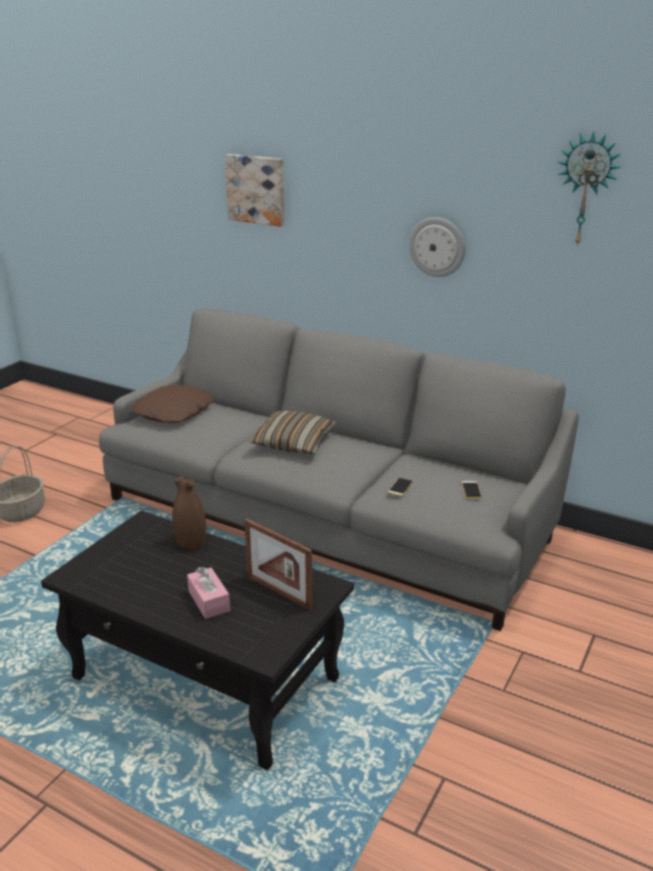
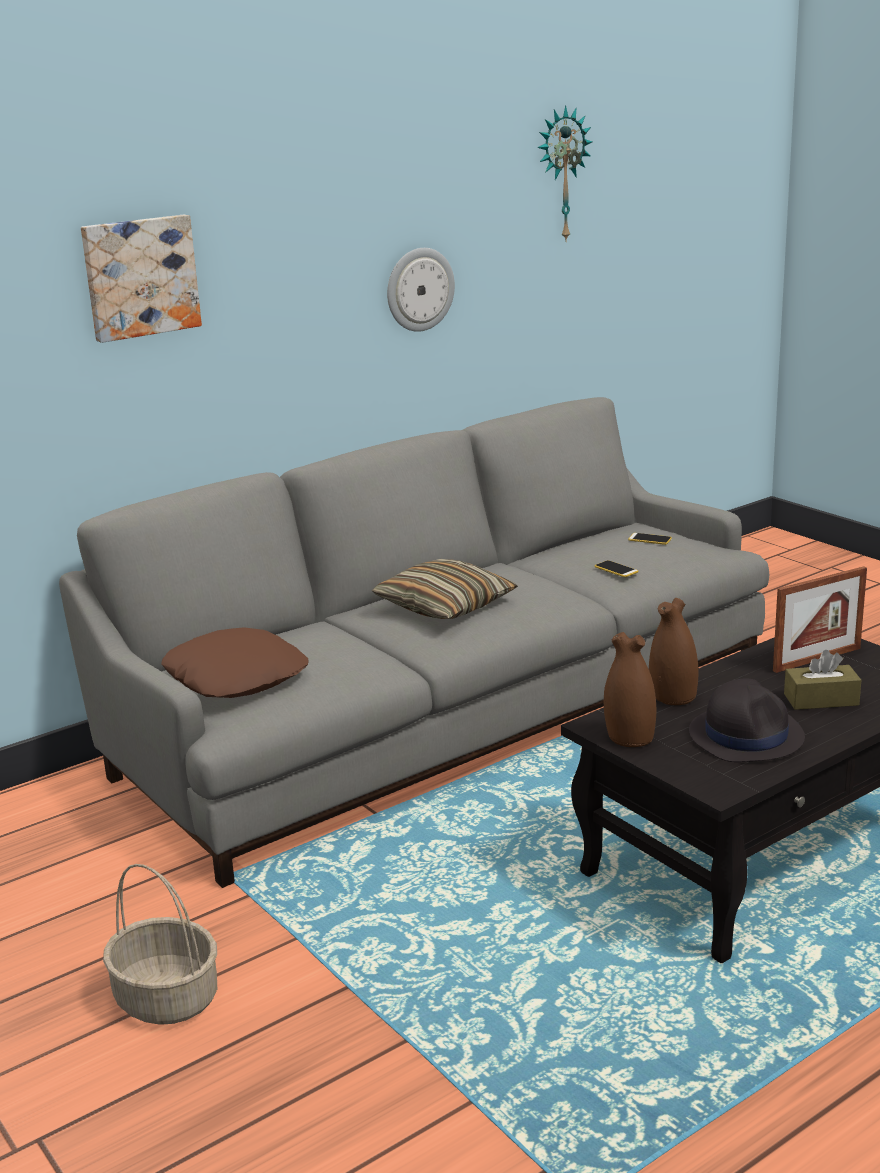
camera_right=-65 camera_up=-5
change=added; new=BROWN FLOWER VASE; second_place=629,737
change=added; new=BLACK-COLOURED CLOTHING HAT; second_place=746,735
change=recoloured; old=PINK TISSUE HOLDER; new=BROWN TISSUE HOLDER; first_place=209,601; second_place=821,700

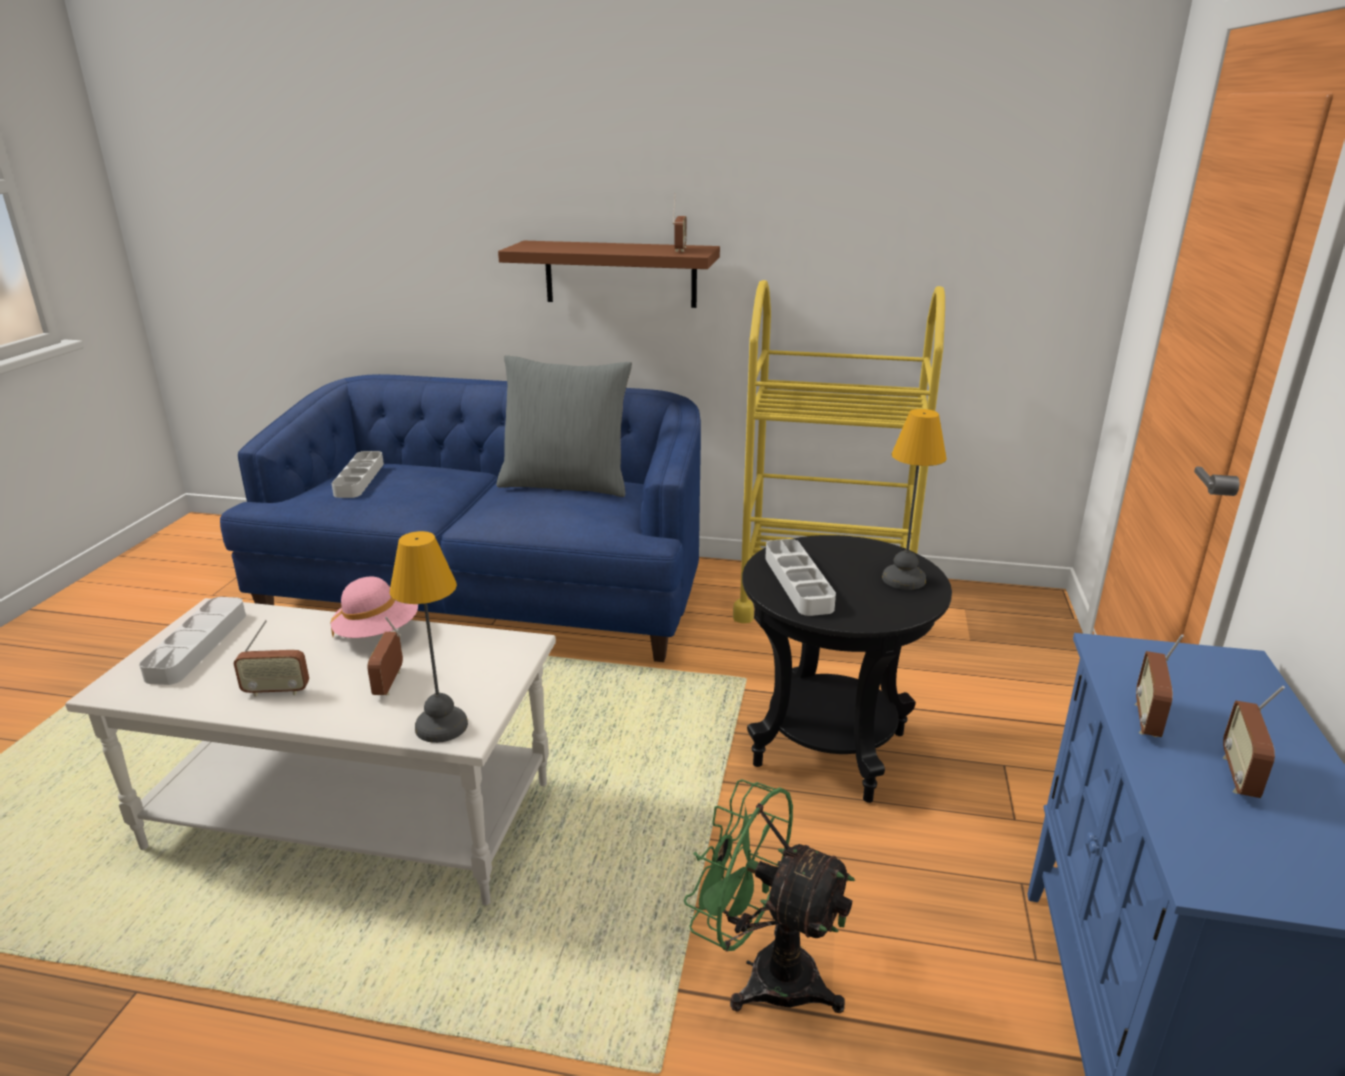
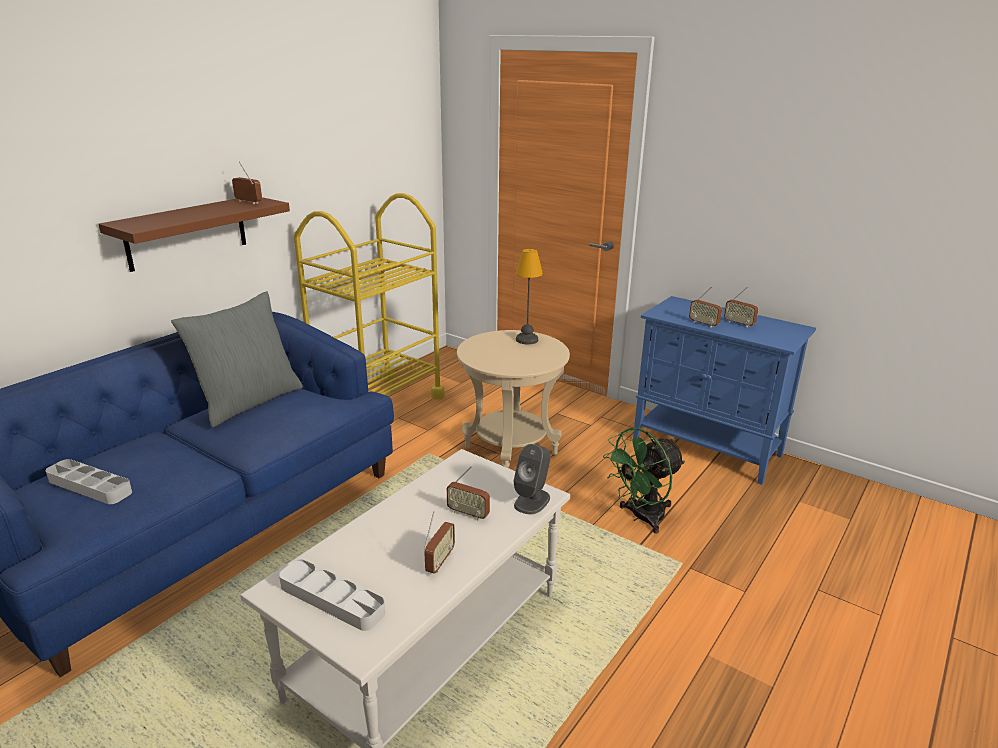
camera_right=-65 camera_up=0
change=recoloured; old=BLACK-COLOURED END TABLE; new=BEIGE-COLOURED END TABLE; first_place=830,750; second_place=511,450
change=replaced; old=TABLETOP LAMP; new=GREYISH SPEAKER; first_place=443,726; second_place=532,501
change=removed; old=PINK CLOTHING HAT; first_place=378,632
change=removed; old=GREYISH SERVING TRAY; first_place=798,582

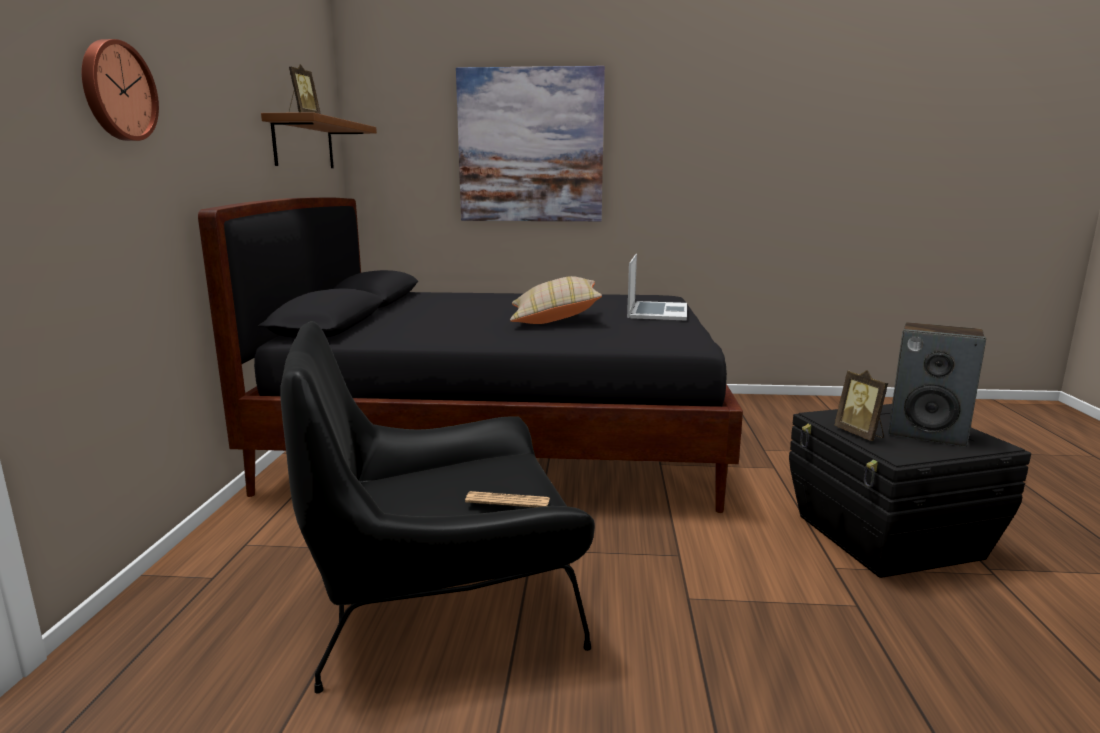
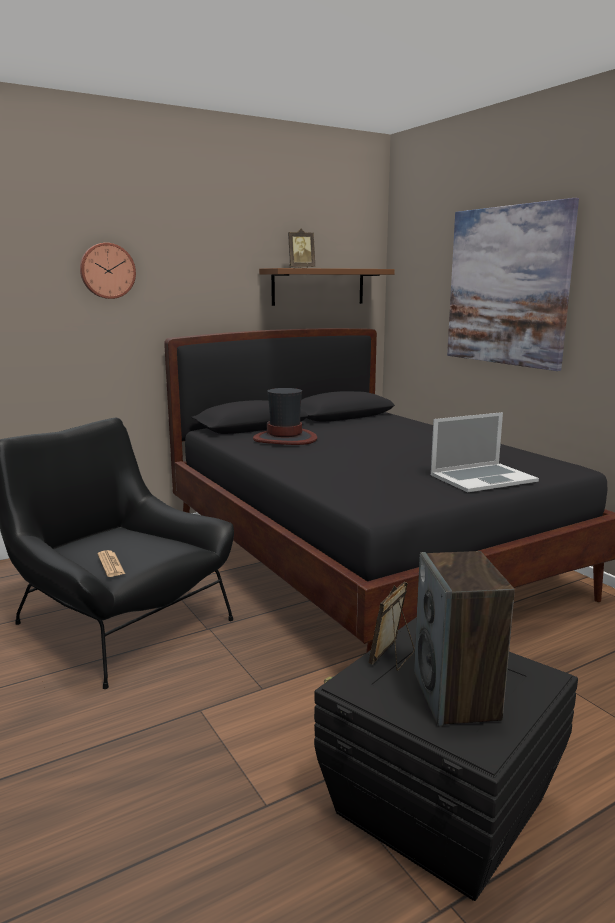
camera_right=55 camera_up=0
change=added; new=CLOTHING HAT; second_place=285,439
change=removed; old=BEIGE-COLOURED THROW PILLOW; first_place=554,319

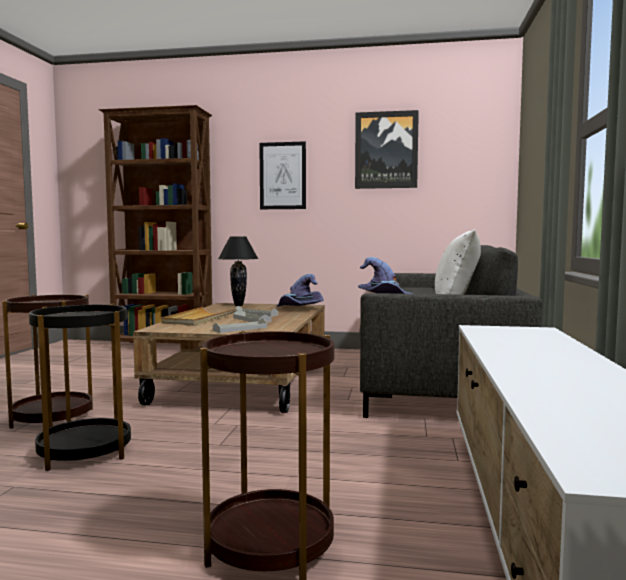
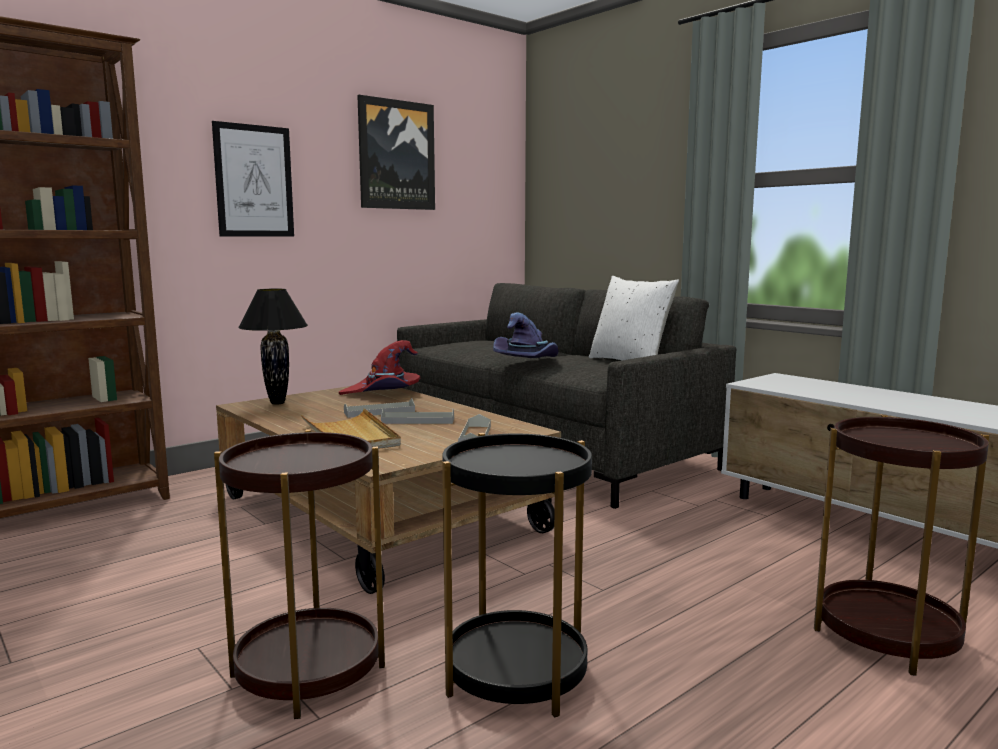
camera_right=-50 camera_up=5
change=recoloured; old=PURPLE-COLOURED CLOTHING HAT; new=RED CLOTHING HAT; first_place=299,309; second_place=384,393

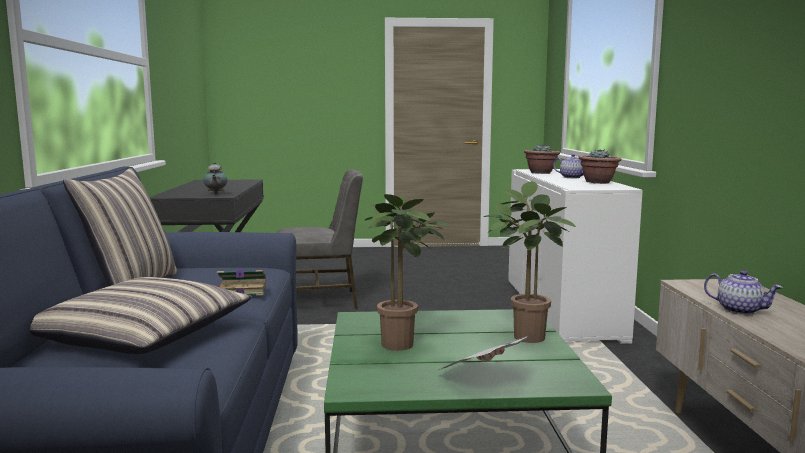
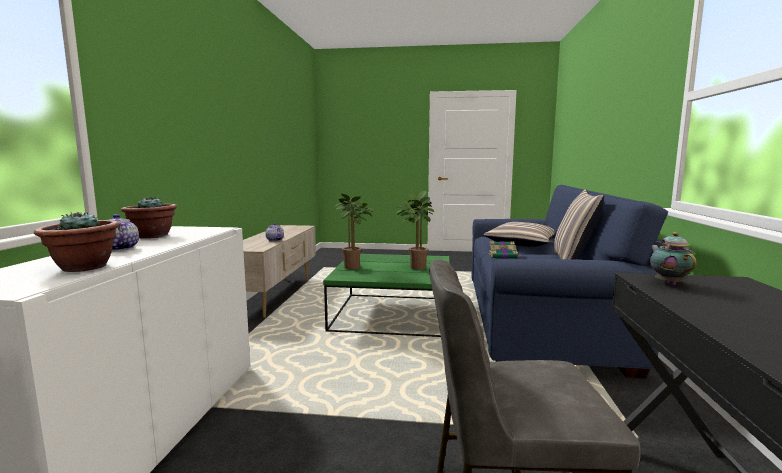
camera_right=-170 camera_up=0
change=removed; old=PRINTED PAPER; first_place=483,377

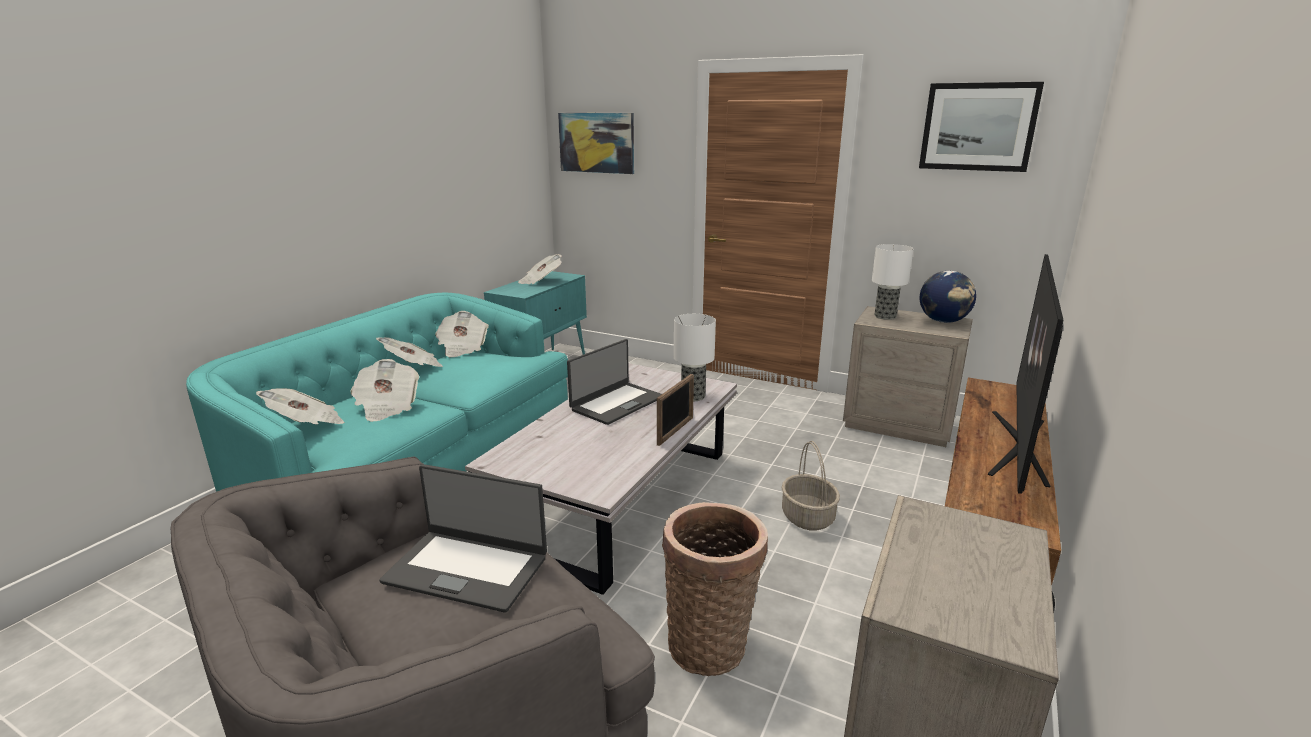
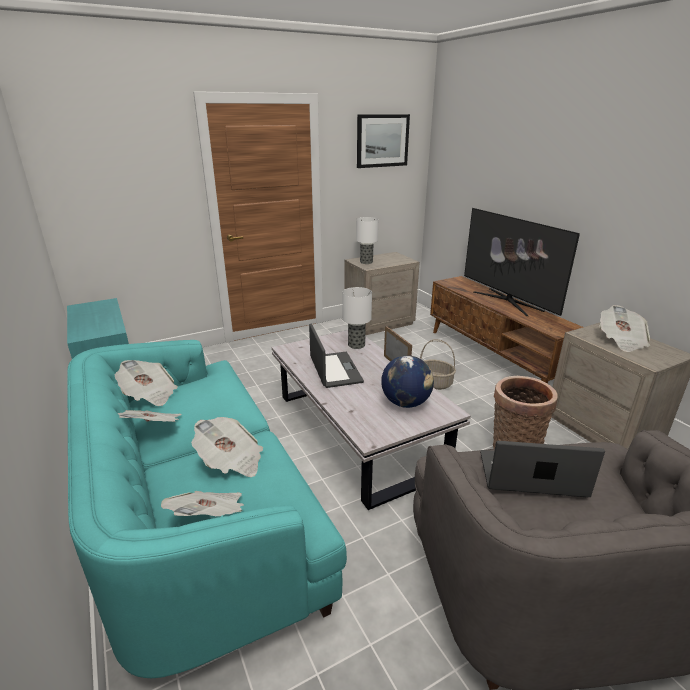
camera_right=-55 camera_up=5
change=moved; old=WORLD GLOBE; first_place=943,321; second_place=406,403
change=turned; old=LAPTOP; first_place=467,568; second_place=531,476; degrees=-135
change=moved; old=PRINTED PAPER; first_place=540,281; second_place=621,341
change=removed; old=WALL PICTURE; first_place=597,142

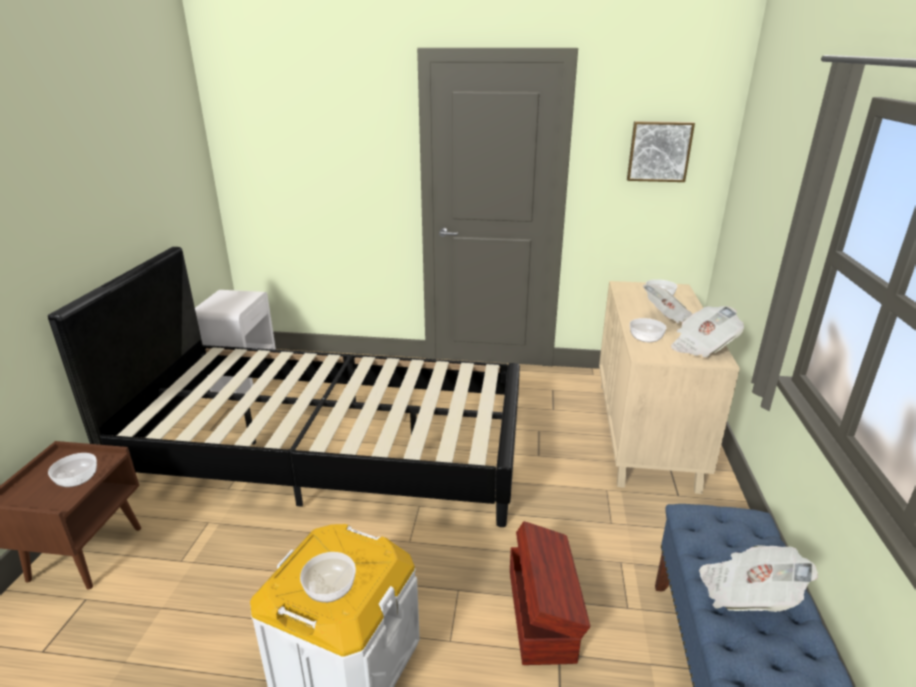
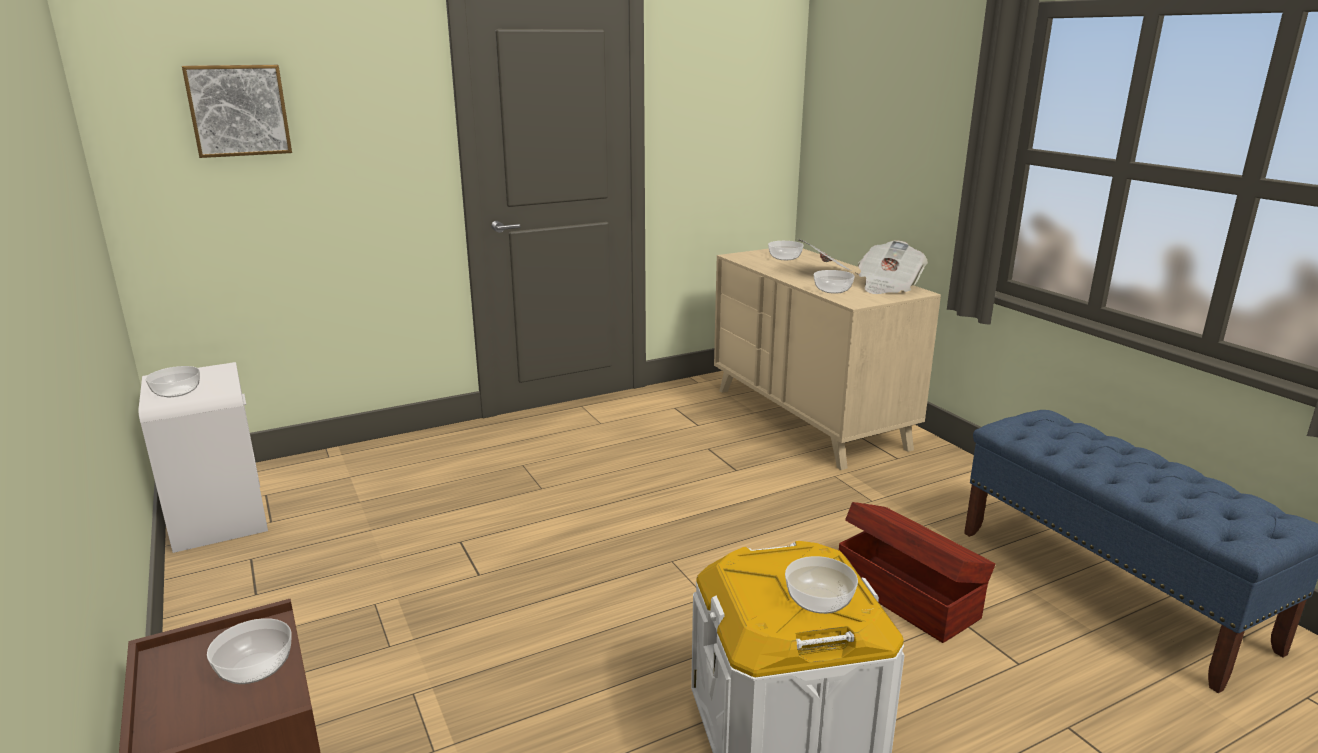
camera_right=-35 camera_up=-5
change=added; new=DEEP DISH; second_place=177,392
change=moved; old=WALL PICTURE; first_place=659,151; second_place=238,110
change=removed; old=BLACK-COLOURED SLEEPING BED; first_place=330,450
change=removed; old=PRINTED PAPER; first_place=747,594

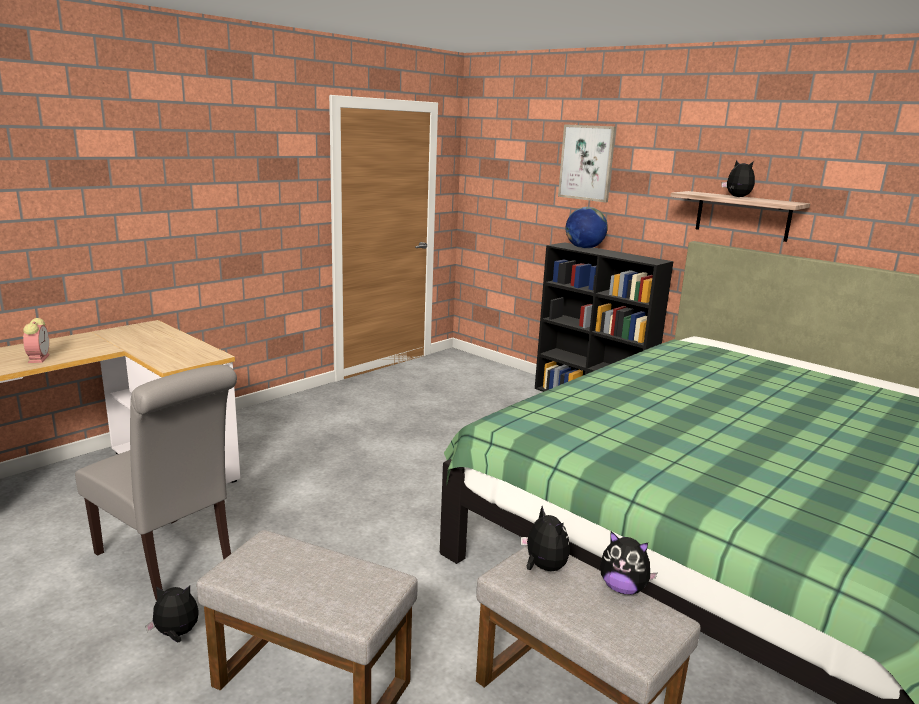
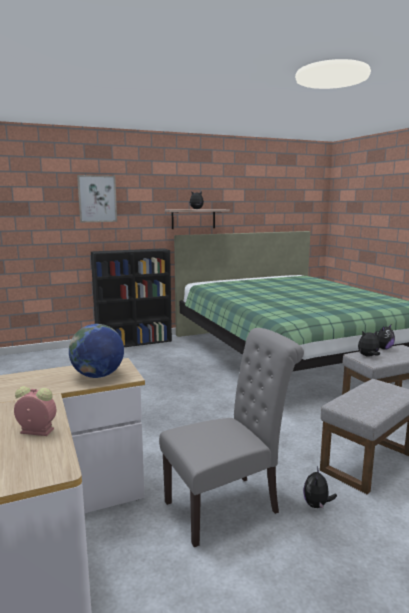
camera_right=-65 camera_up=-5
change=moved; old=WORLD GLOBE; first_place=584,248; second_place=98,375

